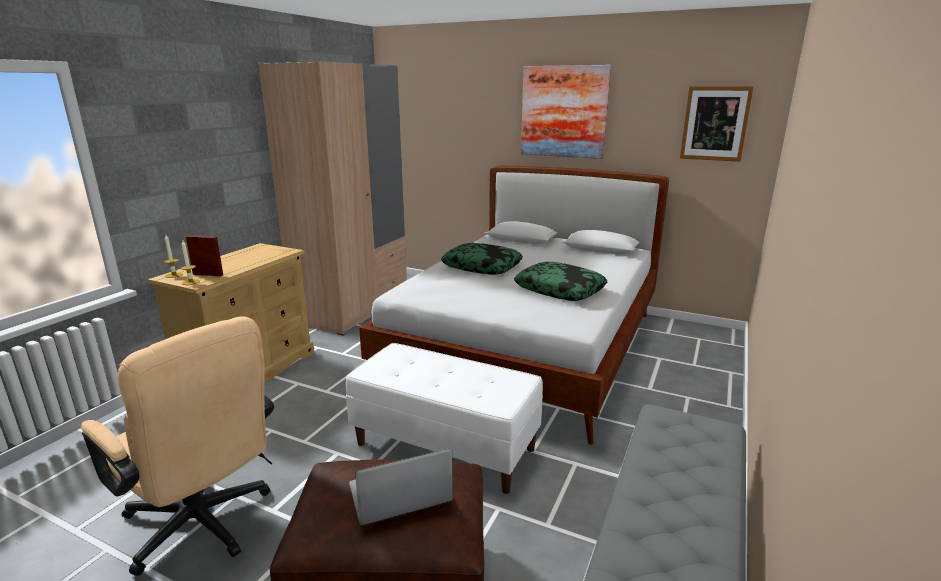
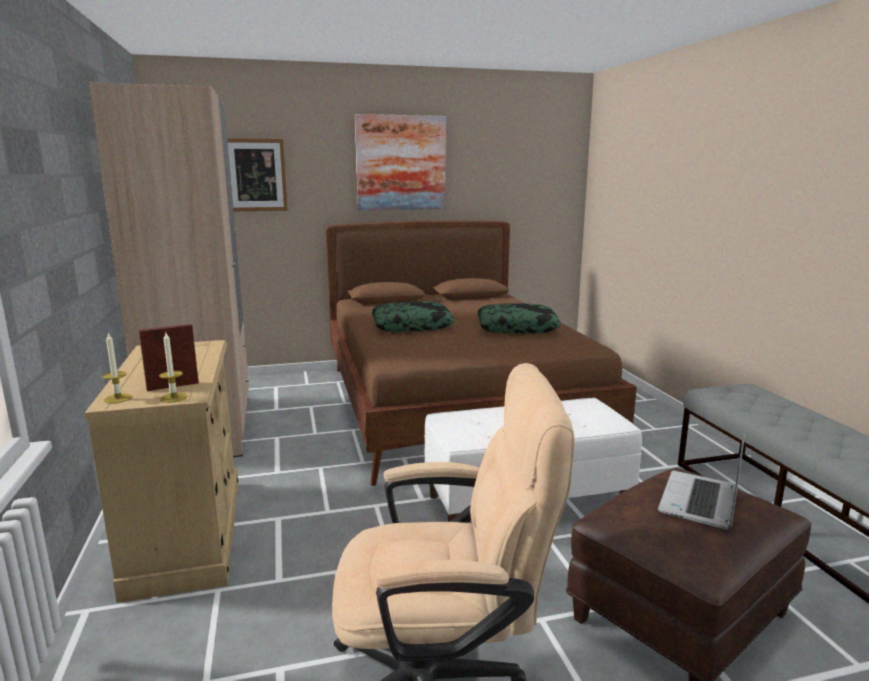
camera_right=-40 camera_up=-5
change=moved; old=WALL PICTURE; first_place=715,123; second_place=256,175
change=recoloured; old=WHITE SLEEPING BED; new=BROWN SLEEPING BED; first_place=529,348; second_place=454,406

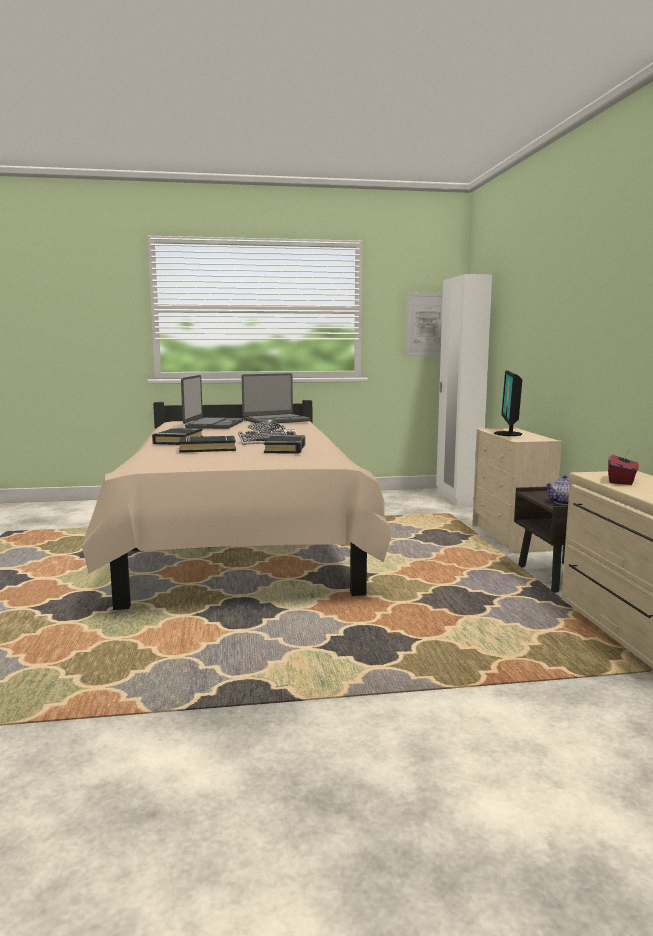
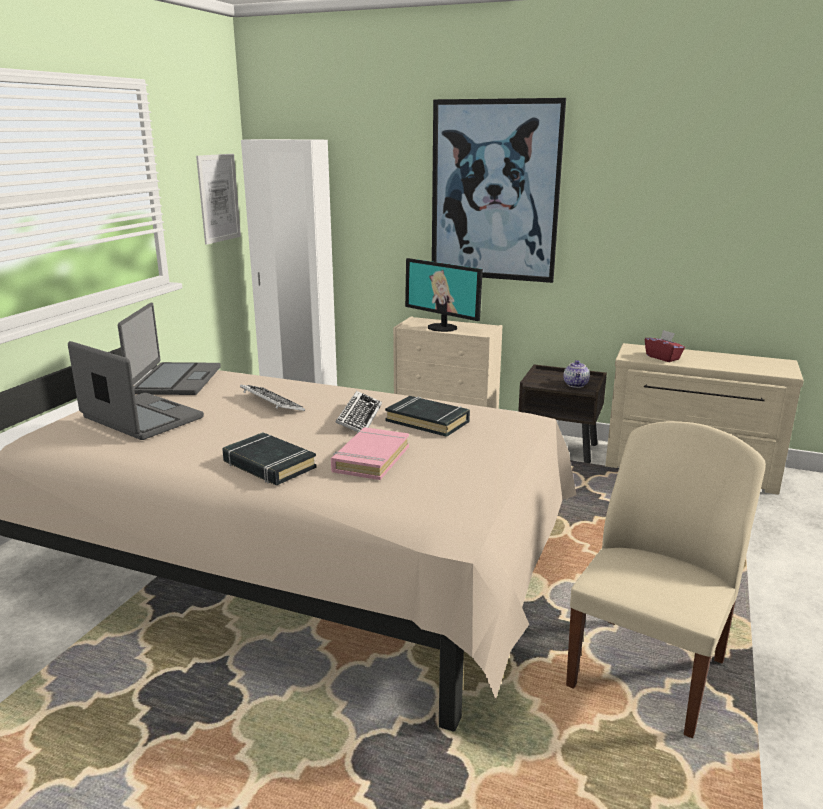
camera_right=-60 camera_up=10
change=recoloured; old=BLACK-COLOURED BOUND BOOK; new=PINK BOUND BOOK; first_place=207,449; second_place=370,459
change=added; new=WALL PICTURE; second_place=494,191
change=added; new=BEIGE-COLOURED CHAIR; second_place=648,670

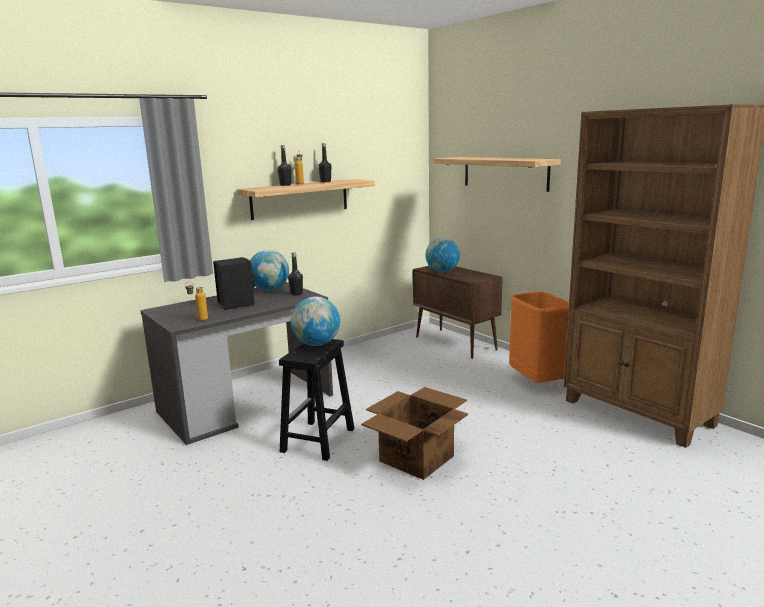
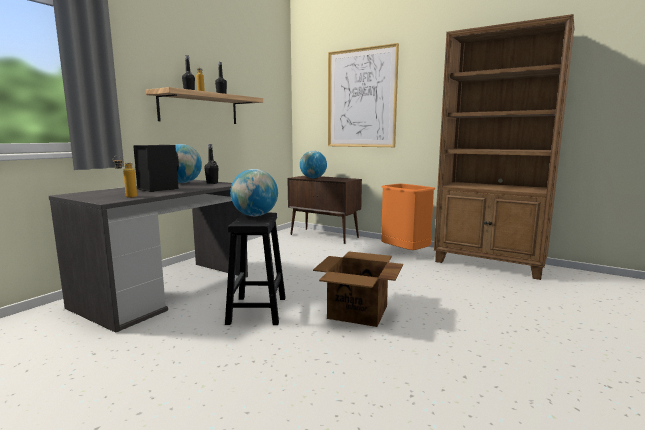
camera_right=-20 camera_up=-5
change=replaced; old=BRACKET SHELF; new=WALL PICTURE; first_place=505,173; second_place=361,98

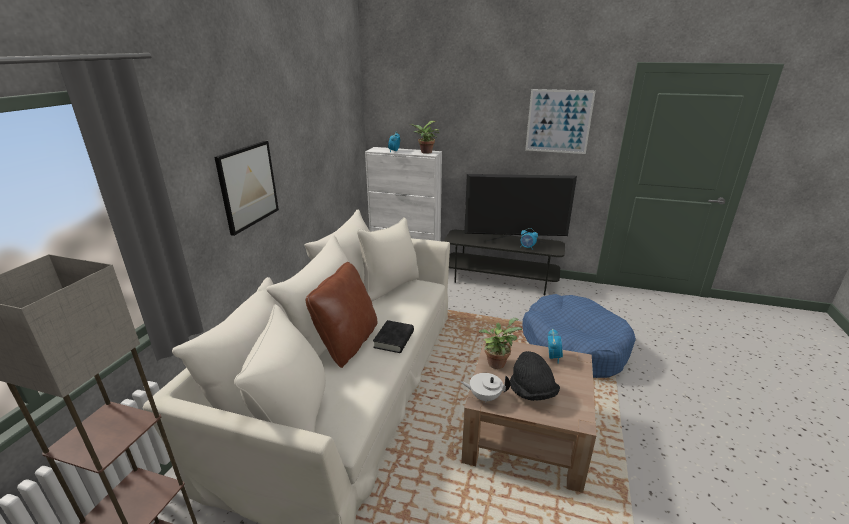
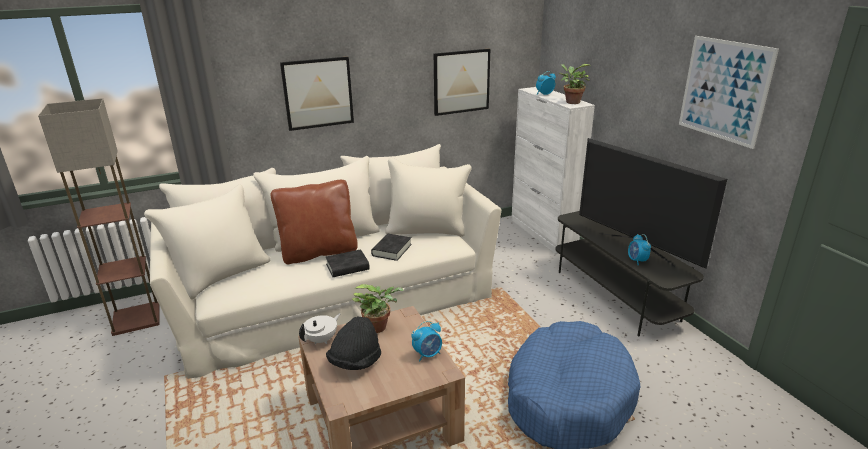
camera_right=50 camera_up=0
change=turned; old=WHITE POT FOR TEA; first_place=484,396; second_place=322,339; degrees=75
change=added; new=BLACK-COLOURED BOUND BOOK; second_place=391,250
change=added; new=WALL PICTURE; second_place=461,82

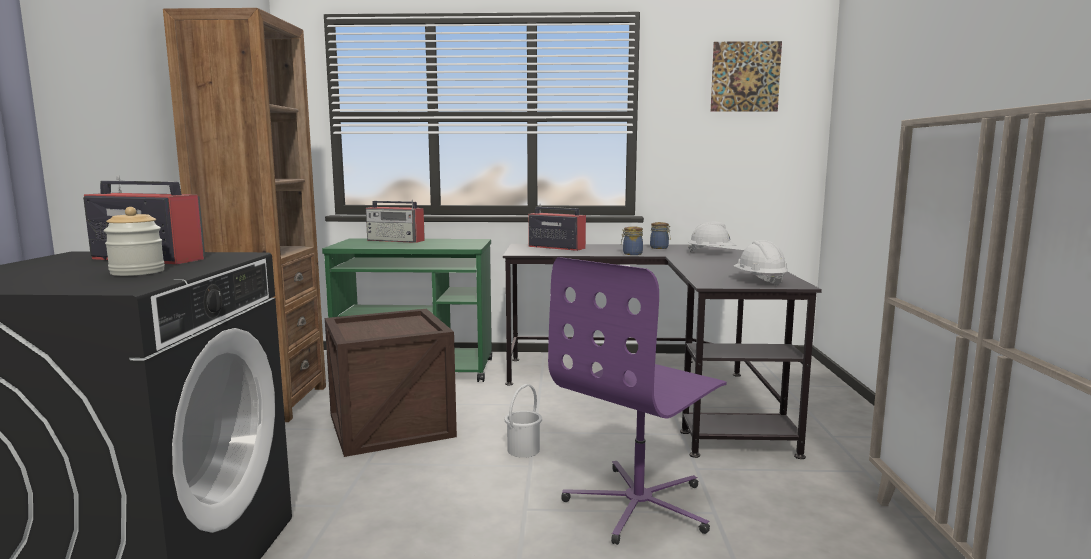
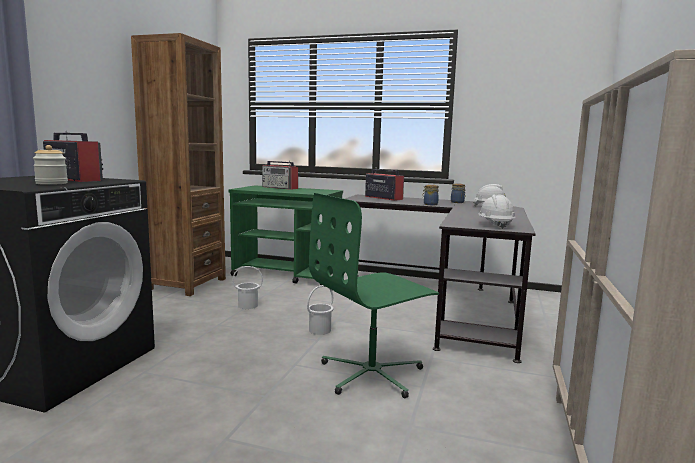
camera_right=15 camera_up=0
change=replaced; old=PACKING CRATE; new=WHITE BUCKET; first_place=391,426; second_place=247,305
change=recoloured; old=PURPLE-COLOURED COMPUTER CHAIR; new=GREENISH COMPUTER CHAIR; first_place=639,505; second_place=372,374
change=removed; old=WALL PICTURE; first_place=745,76

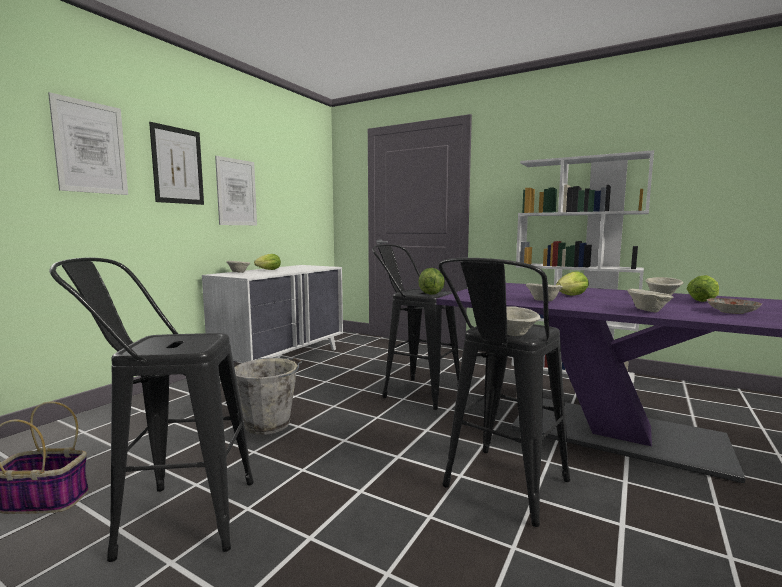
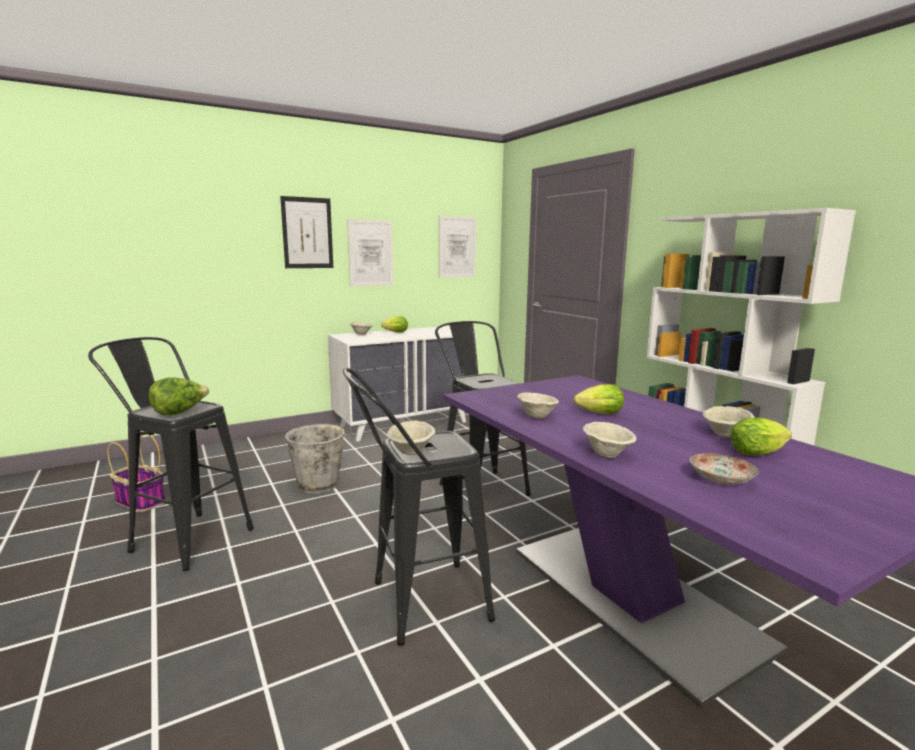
camera_right=30 camera_up=5
change=moved; old=LETTUCE HEAD; first_place=431,293; second_place=180,412
change=moved; old=WALL PICTURE; first_place=90,147; second_place=457,247

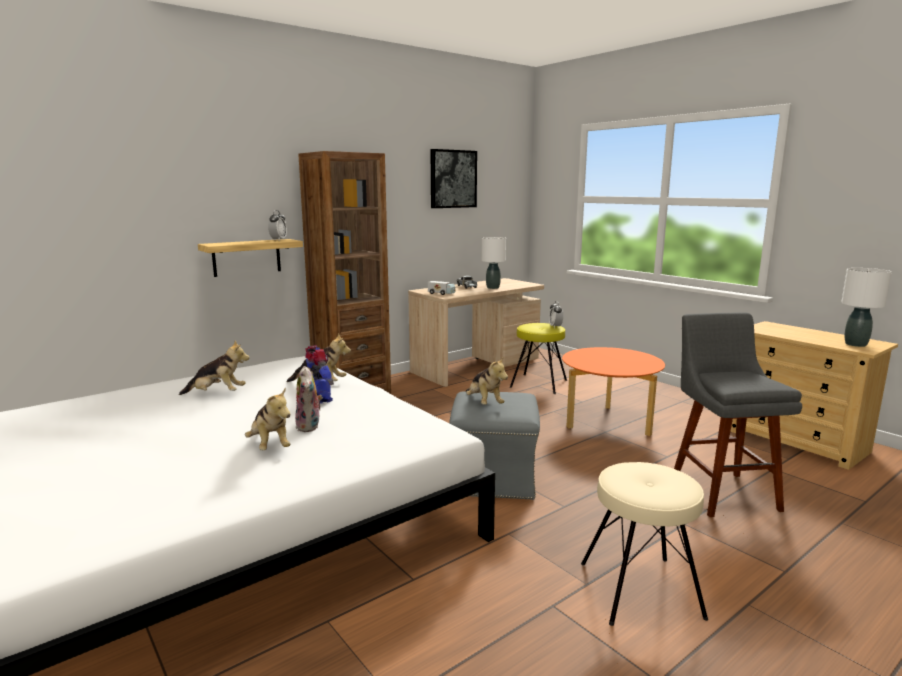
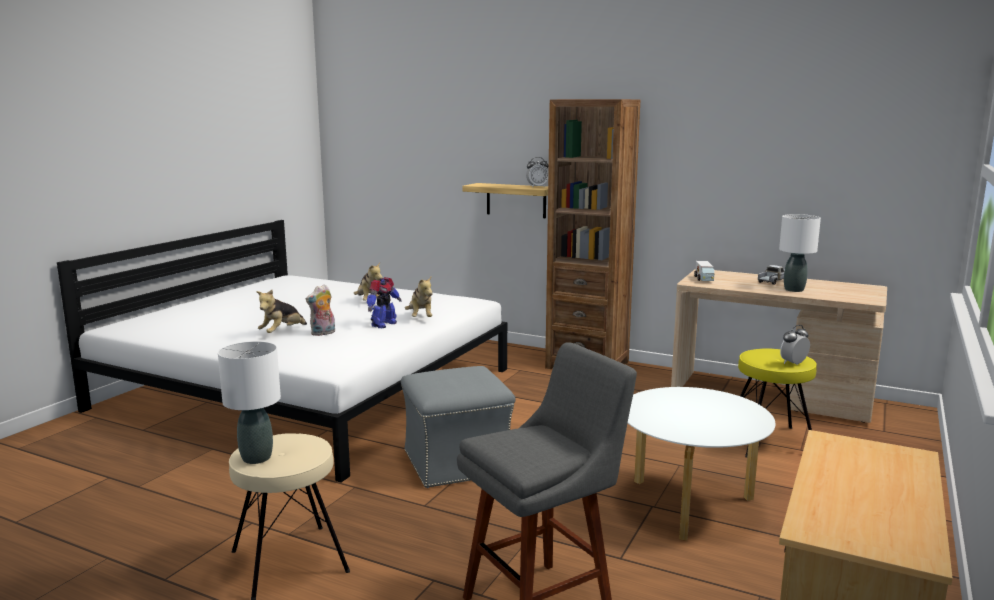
camera_right=65 camera_up=0
change=moved; old=WHITE TABLETOP LAMP; first_place=855,344; second_place=257,458
change=recoloured; old=ORANGE-COLOURED LOUNGE TABLE; new=WHITE LOUNGE TABLE; first_place=608,422; second_place=690,505
change=removed; old=WALL PICTURE; first_place=453,179
change=removed; old=PLUSH TOY; first_place=484,403

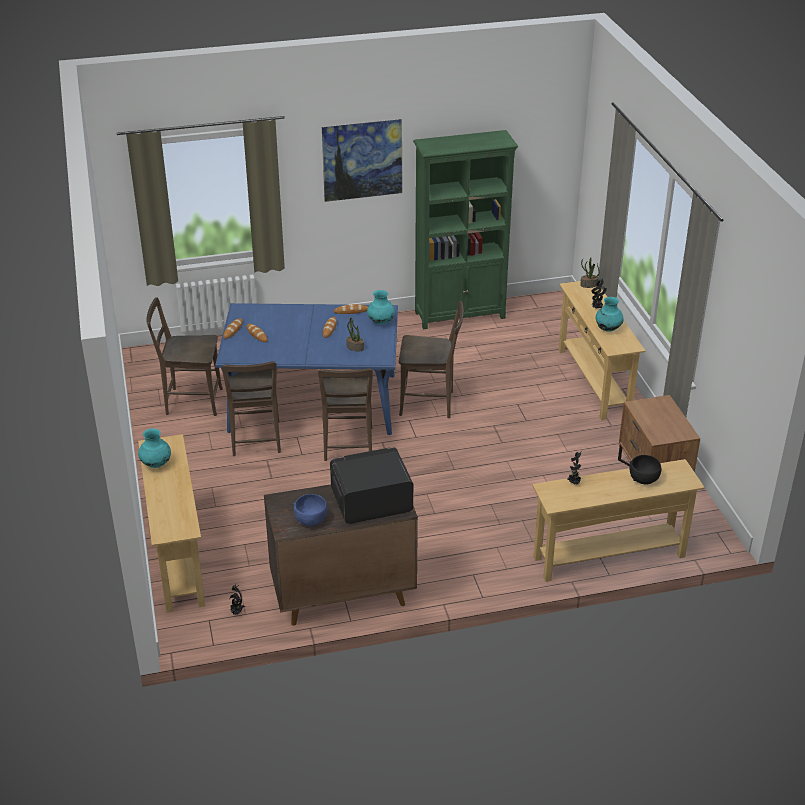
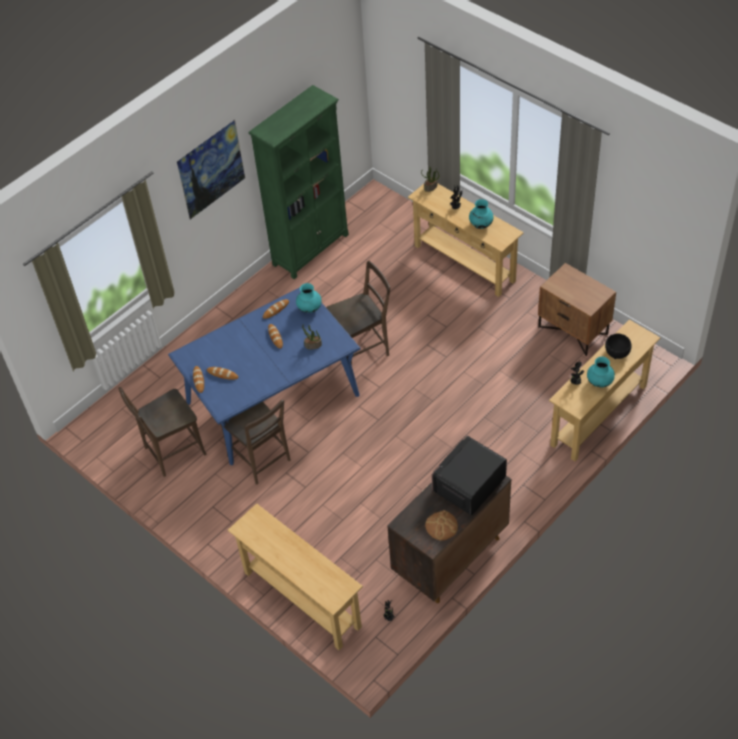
camera_right=-30 camera_up=15
change=replaced; old=BLUISH DEEP DISH; new=BAKERY BREAD; first_place=311,519; second_place=441,526
change=moved; old=TURQUOISE FLOWER VASE; first_place=156,464; second_place=599,382
change=removed; old=BROWN CHAIR; first_place=348,446

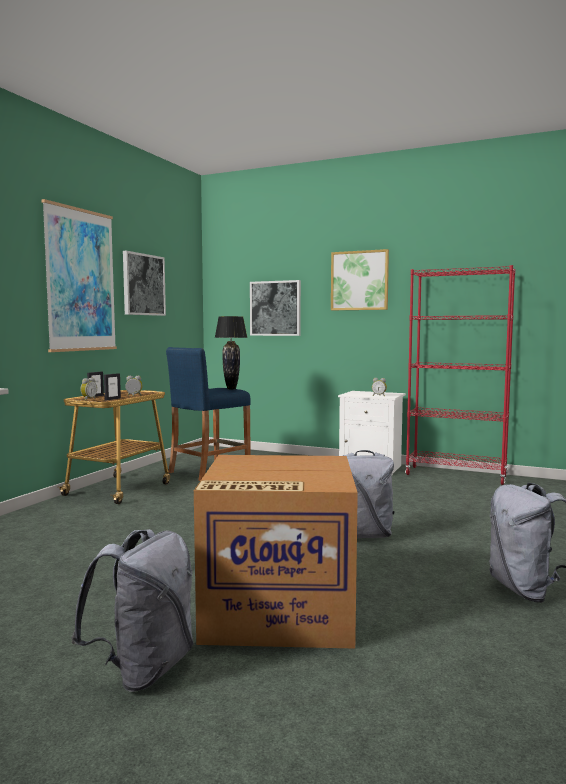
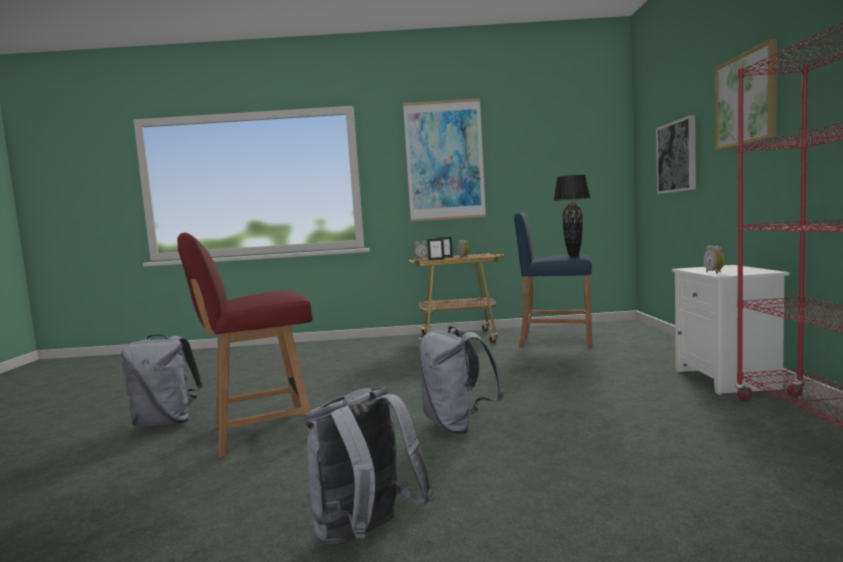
camera_right=65 camera_up=0
change=replaced; old=CARTON; new=RED CHAIR; first_place=276,609; second_place=260,432
change=removed; old=WALL PICTURE; first_place=143,284

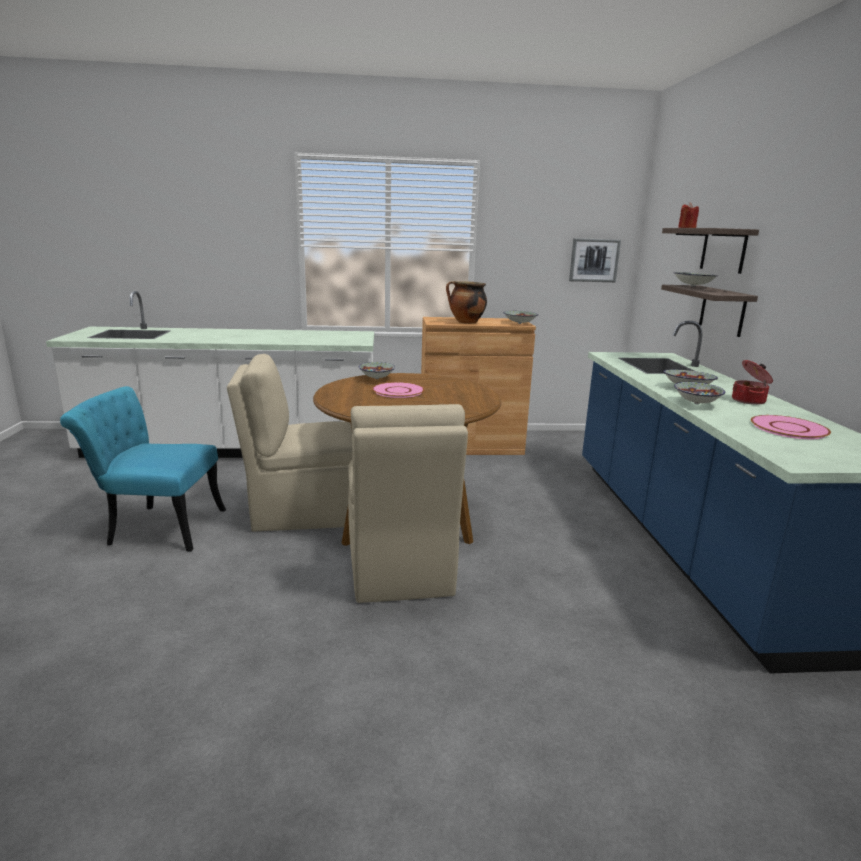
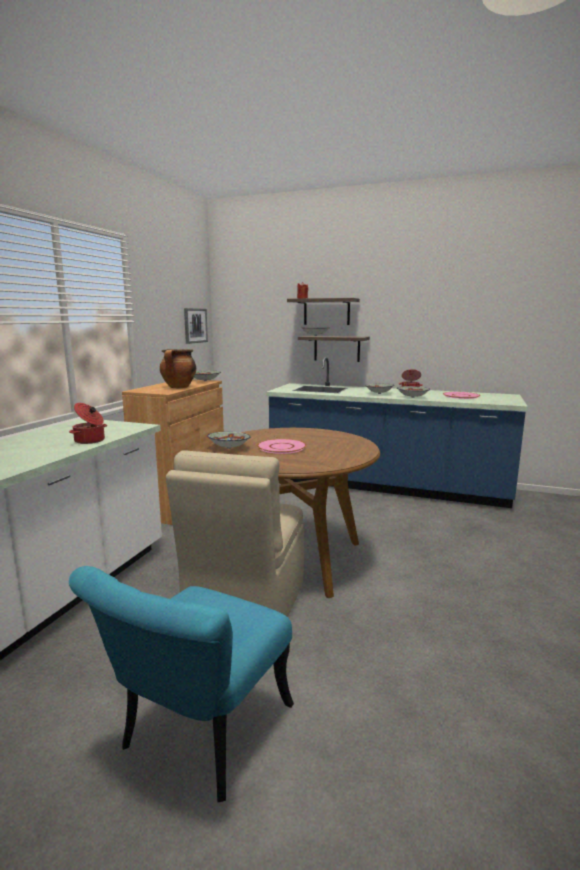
camera_right=-65 camera_up=-5
change=added; new=SAUCEPOT; second_place=90,441
change=removed; old=BEIGE-COLOURED CHAIR; first_place=399,568

